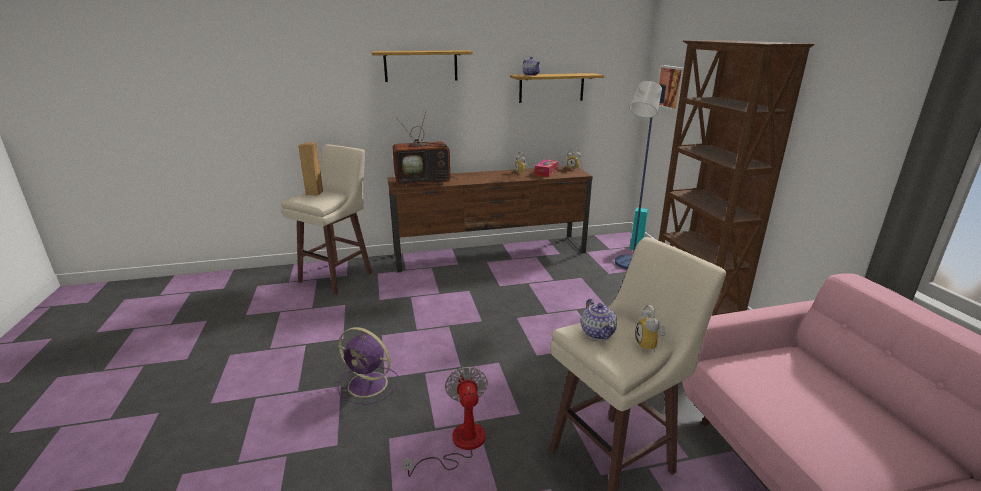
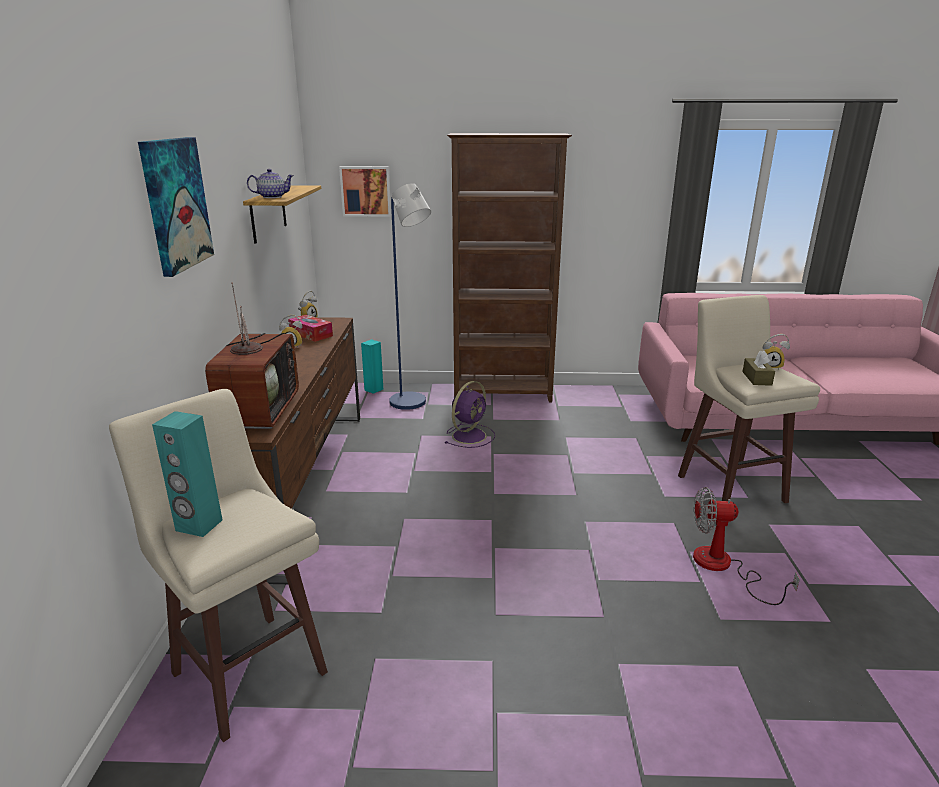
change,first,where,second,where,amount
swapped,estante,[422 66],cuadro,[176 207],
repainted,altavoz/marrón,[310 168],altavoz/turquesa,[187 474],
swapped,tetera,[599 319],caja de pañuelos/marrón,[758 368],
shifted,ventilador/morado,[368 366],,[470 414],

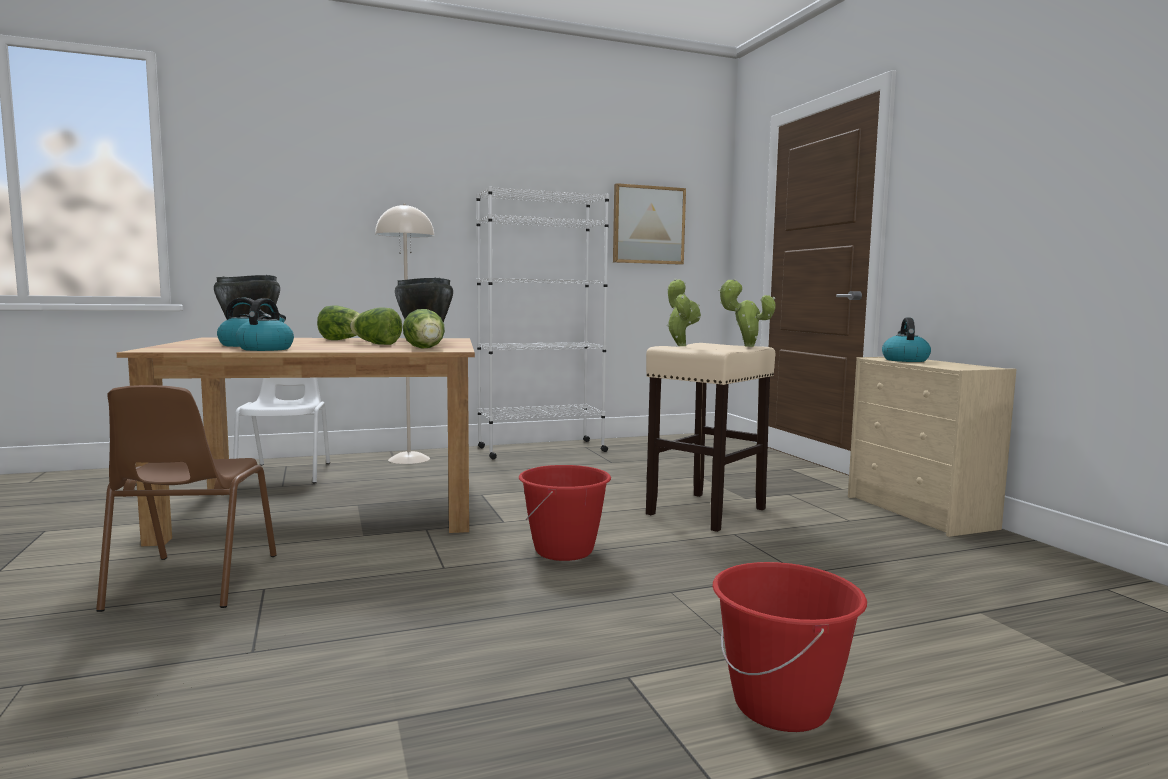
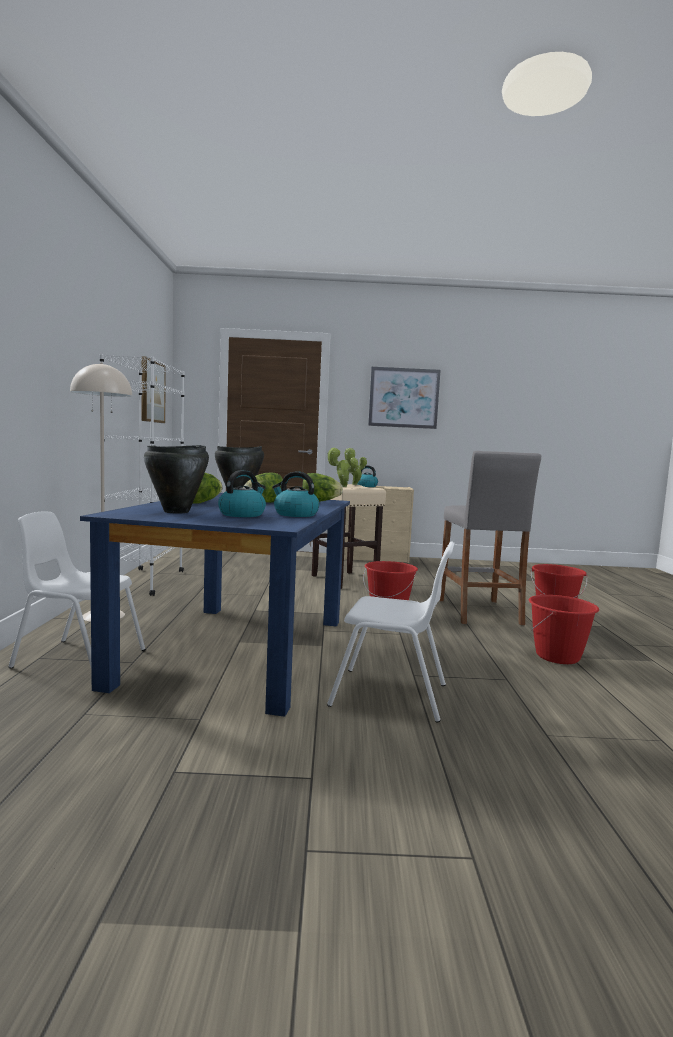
change,first,where,second,where,amount
repainted,mesa de comedor/marrón,[296 442],mesa de comedor/azul,[215 605],
repainted,silla/marrón,[186 498],silla/blanco,[390 631],
new,,,cuadro,[404 398],
new,,,taburete/gris,[490 538],
new,,,cubo/rojo,[564 629],

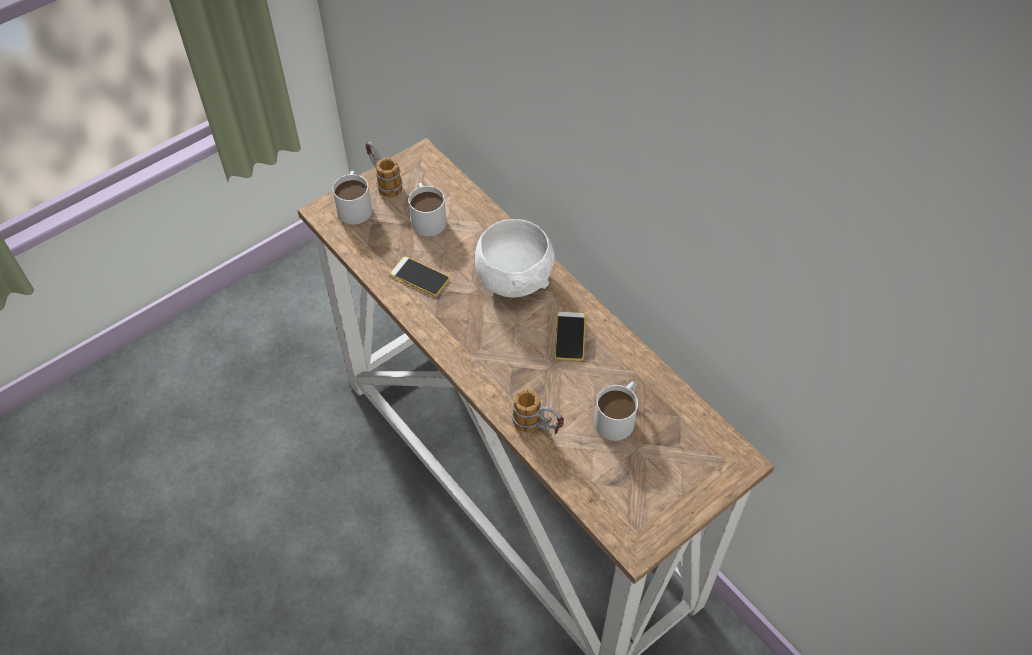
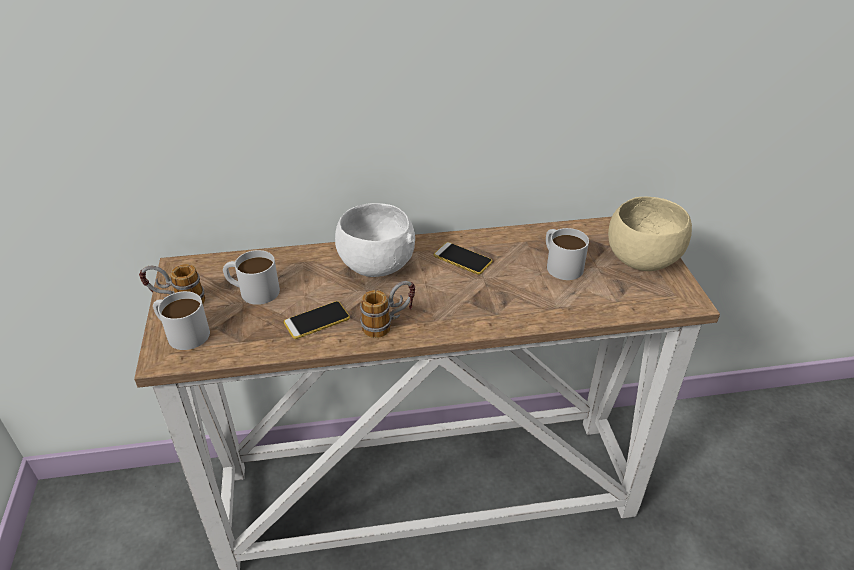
change,first,where,second,where,amount
shifted,taza grande,[538 411],,[387 309],
new,,,cuenco/beis,[650 234],

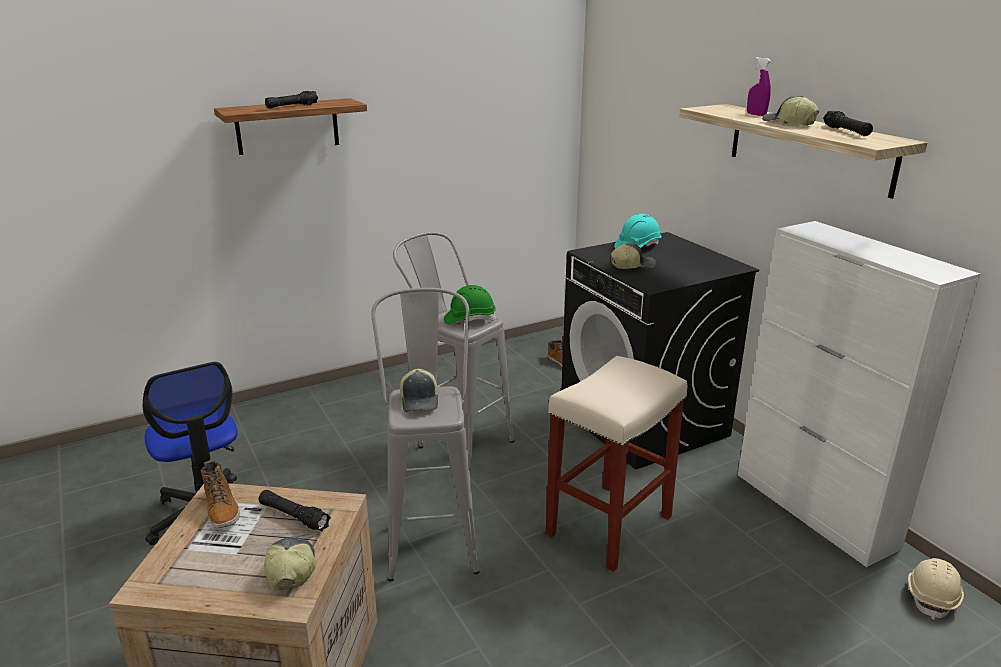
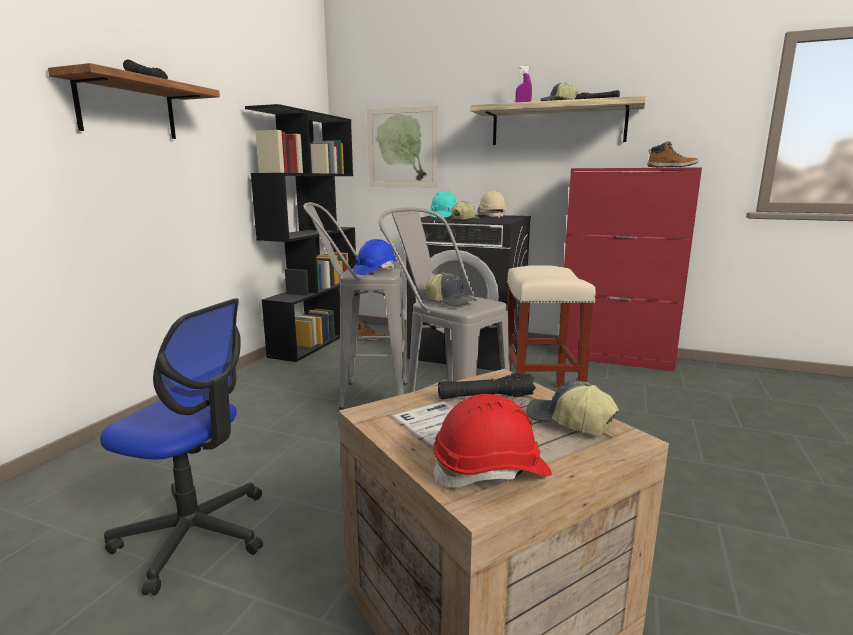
change,first,where,second,where,amount
repainted,armario/blanco,[859 394],armario/rojo,[630 269],
repainted,casco/verde,[470 304],casco/azul,[374 257],
shifted,bota,[220 494],,[673 154],
shifted,casco/beis,[936 589],,[492 204],
new,,,estantería/negro,[300 233],
new,,,cuadro,[403 146],
new,,,casco/rojo,[492 440],

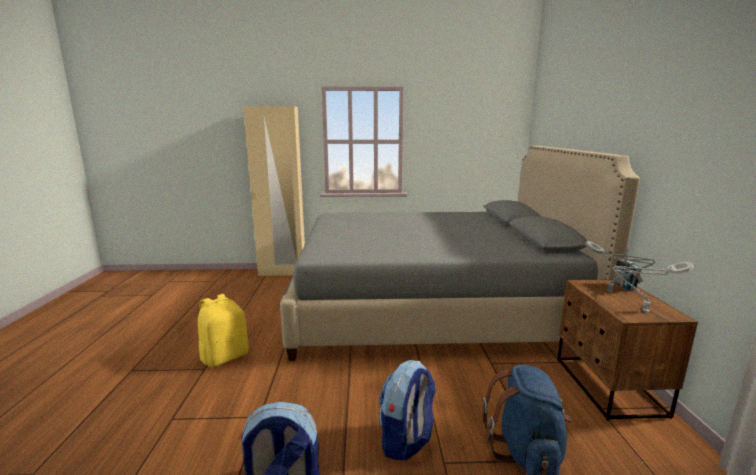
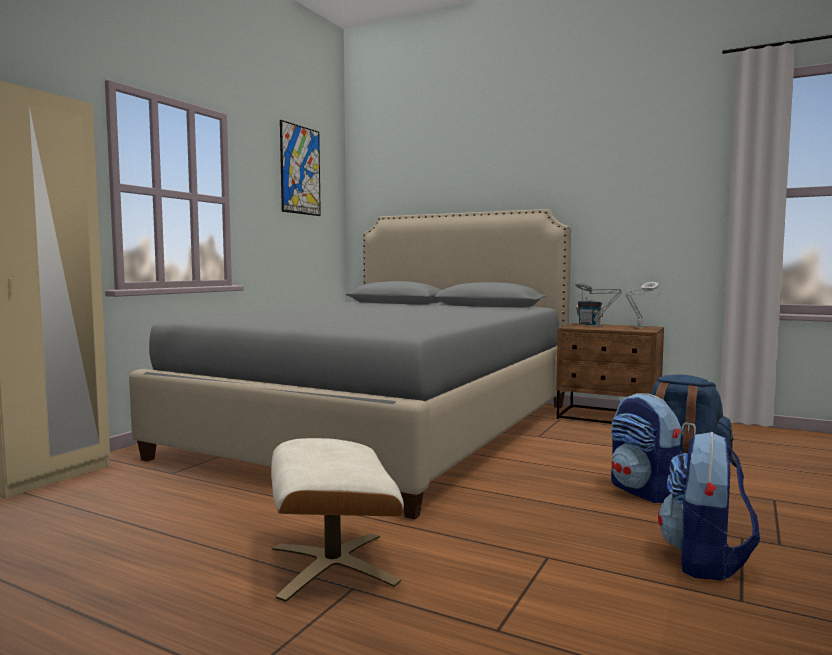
change,first,where,second,where,amount
swapped,mochila/amarillo,[223 330],puf/beis,[337 520],
new,,,cuadro,[300 168],

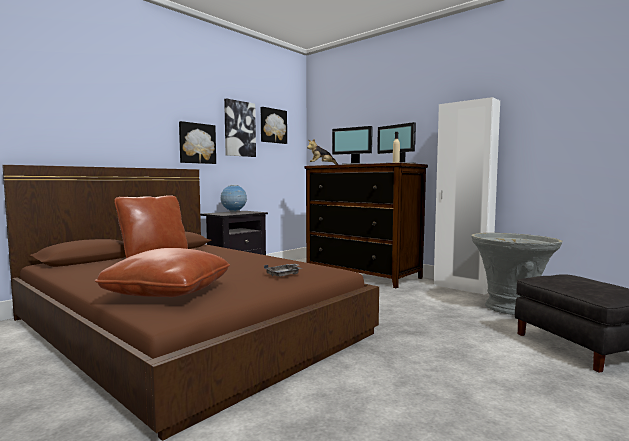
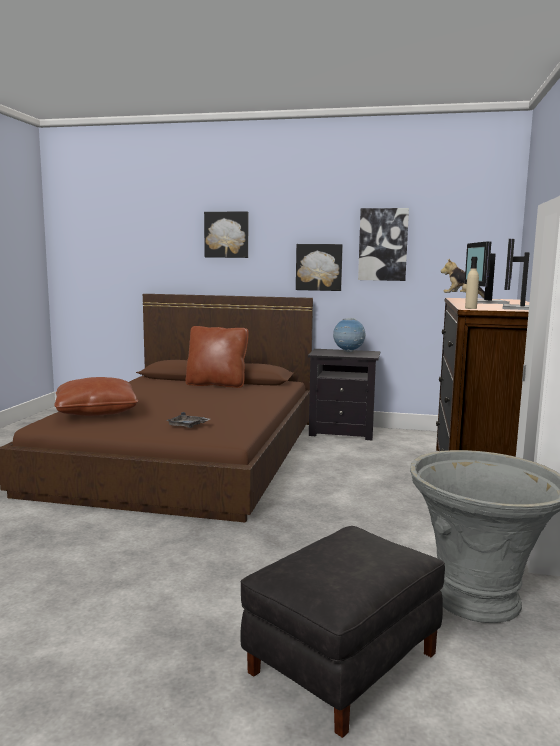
change,first,where,second,where,amount
shifted,cuadro,[274 125],,[226 235],

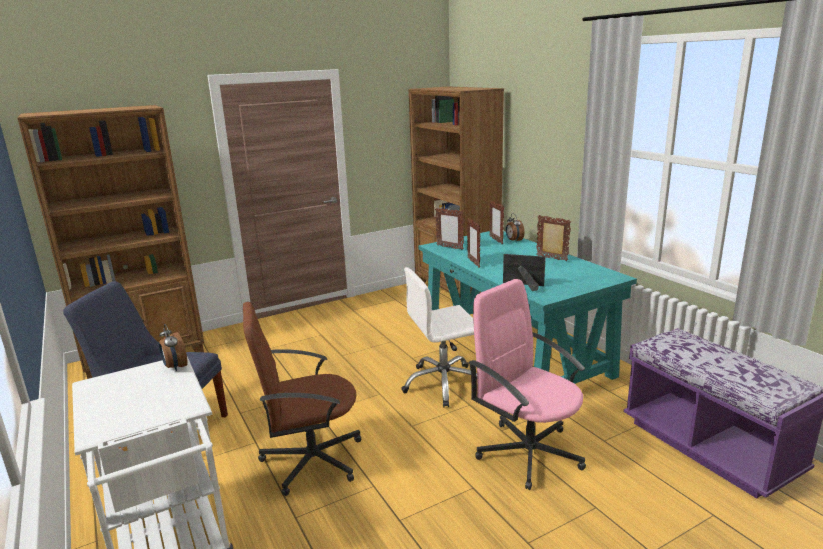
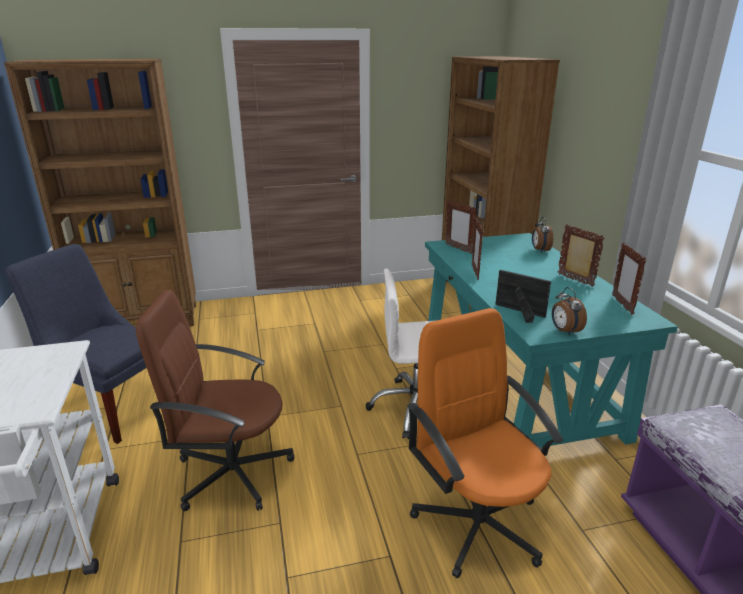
change,first,where,second,where,amount
shifted,portarretratos,[496 222],,[629 278],
repainted,silla de oficina/rosa,[527 384],silla de oficina/naranja,[485 443],
shifted,despertador,[173 347],,[569 311],

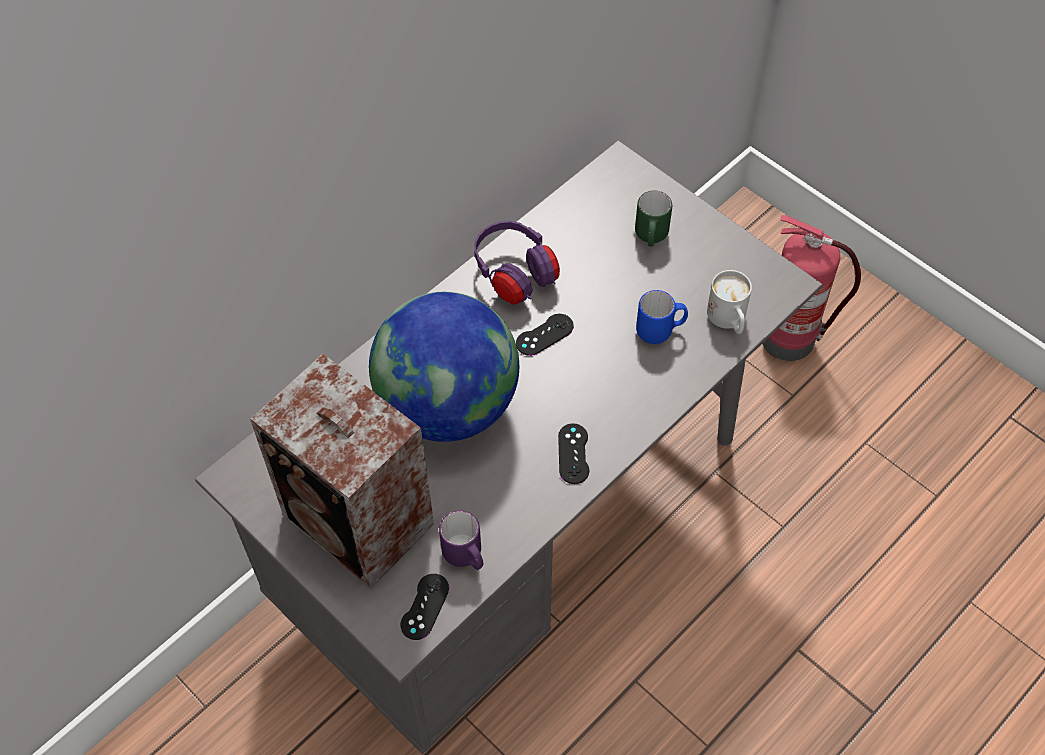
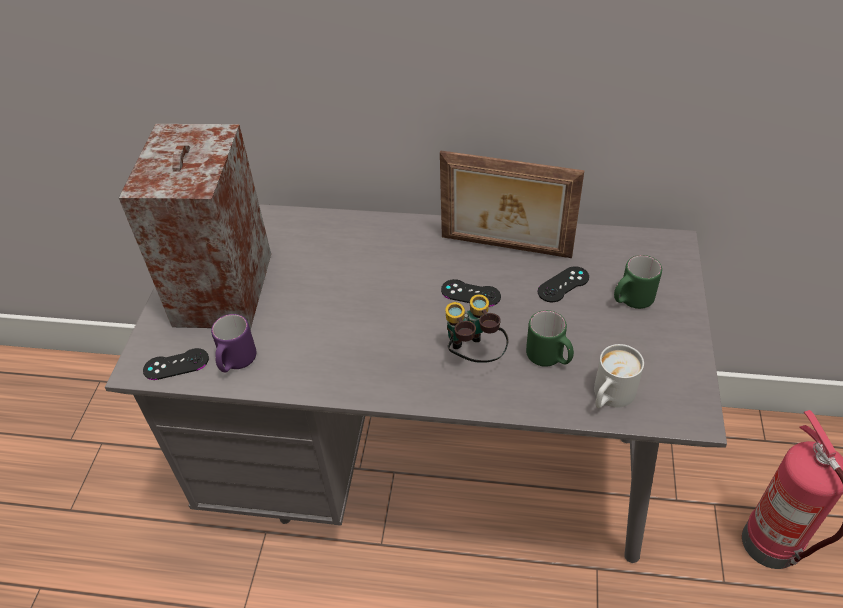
change,first,where,second,where,amount
swapped,auriculares/morado,[517 262],portarretratos,[512 204],
repainted,taza grande/azul,[662 317],taza grande/verde,[550 338],
gone,globo terráqueo,[444 367],,,
shifted,mando de consola/negro,[573 453],,[563 284],
new,,,prismáticos,[477 328],

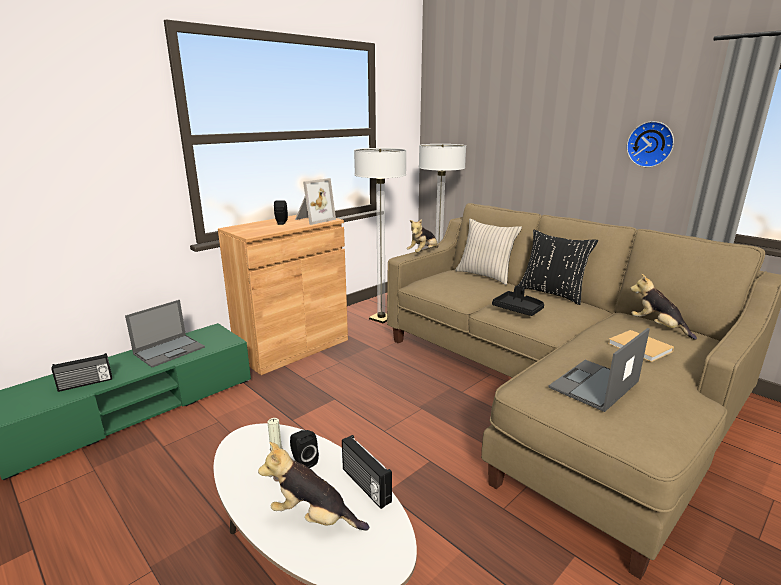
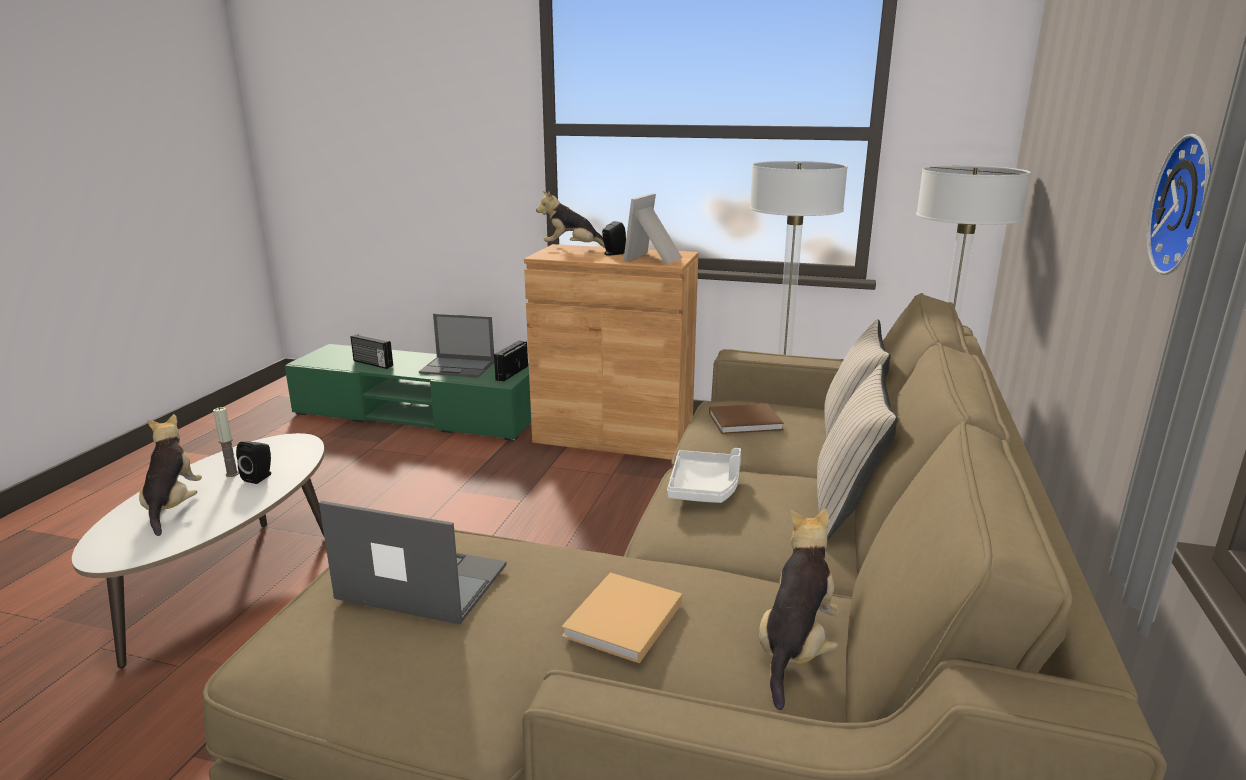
change,first,where,second,where,amount
rotated,portarretratos,[315 201],,[652 229],105 degrees clockwise
shifted,peluche,[422 236],,[570 219],
repainted,cojín/negro,[558 267],cojín/beis,[857 452],
repainted,bandeja/negro,[518 301],bandeja/blanco,[704 475],
shifted,radio,[367 472],,[511 361],
new,,,libro/marrón,[746 419],

